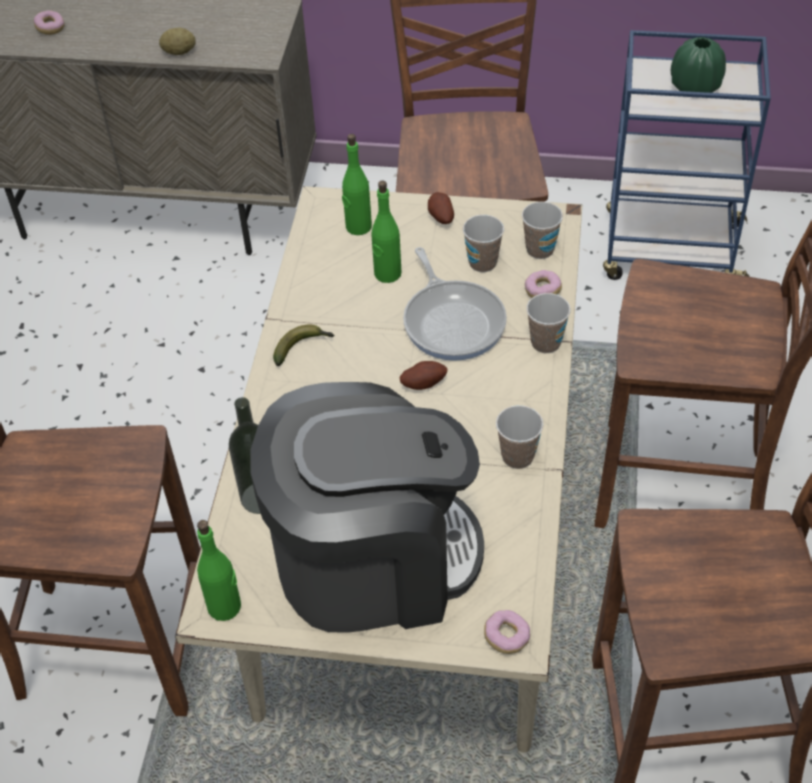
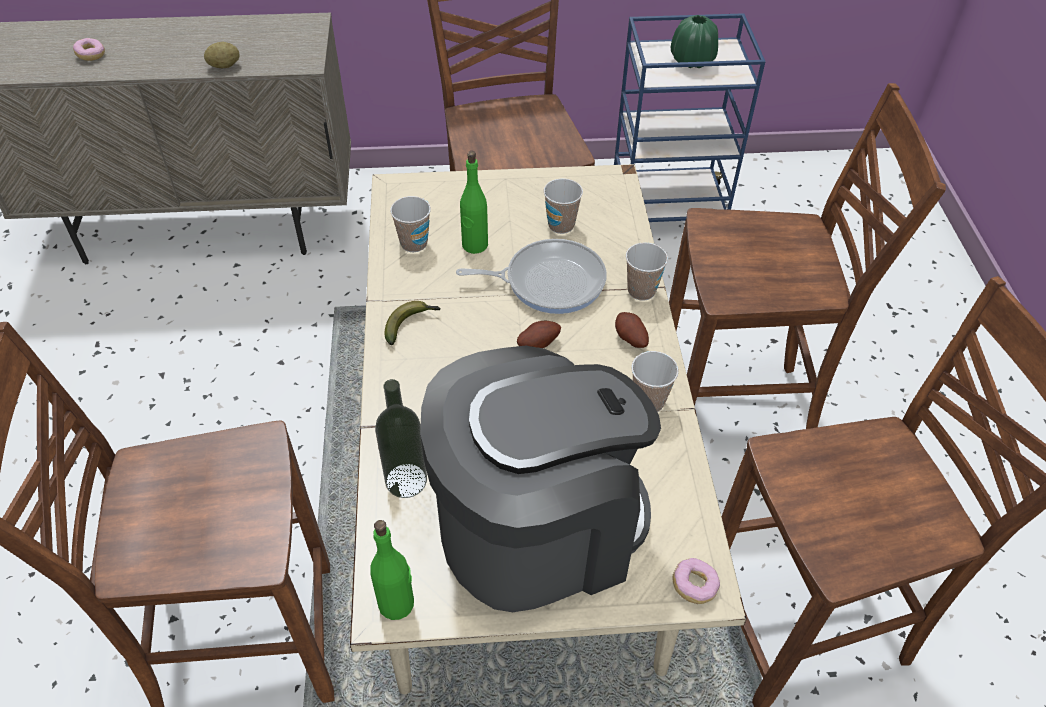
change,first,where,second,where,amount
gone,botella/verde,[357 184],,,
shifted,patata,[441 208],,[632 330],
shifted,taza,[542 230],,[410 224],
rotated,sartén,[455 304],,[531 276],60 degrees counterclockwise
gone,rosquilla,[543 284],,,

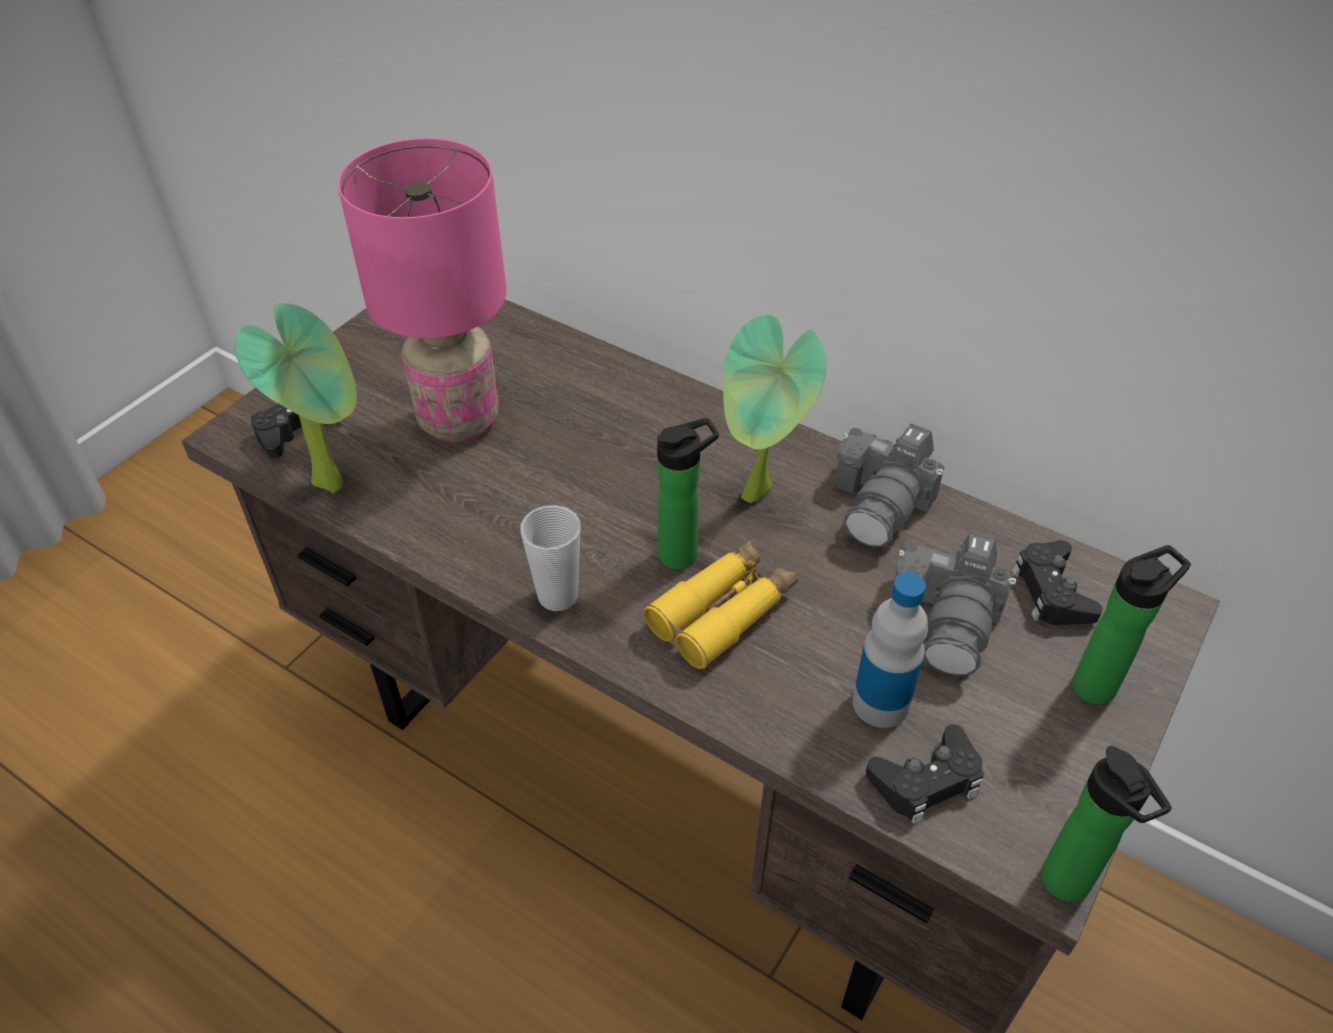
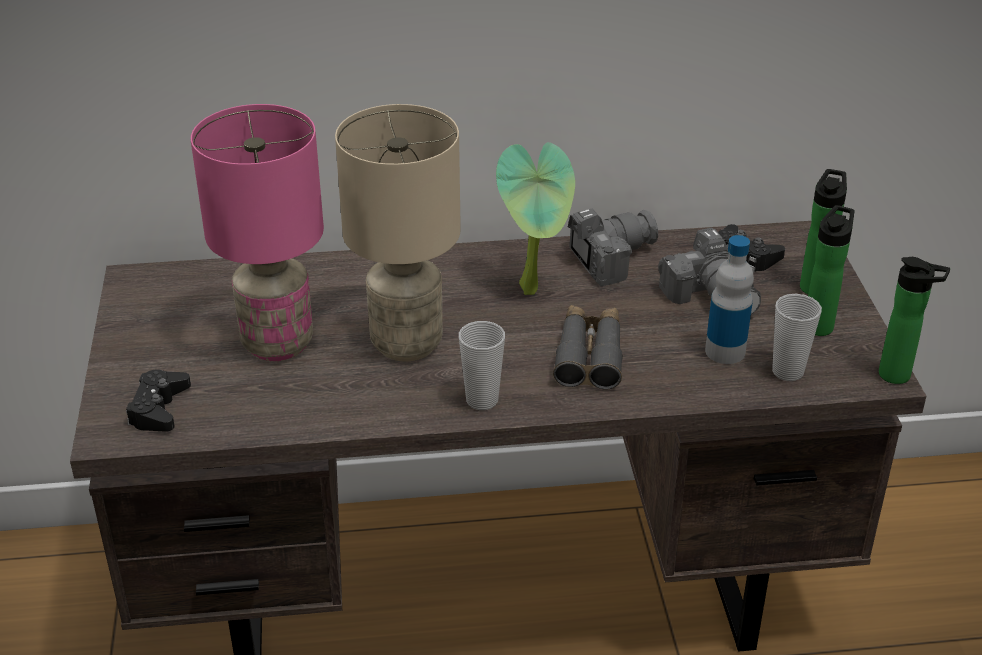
change,first,where,second,where,amount
gone,planta en maceta,[295 398],,,
shifted,botella,[688 494],,[831 270],
rotated,cámara,[890 485],,[613 248],105 degrees counterclockwise
repainted,prismáticos/amarillo,[721 604],prismáticos/gris,[588 347],
swapped,mando de consola/negro,[925 774],taza,[797 337],
new,,,lámpara de mesa/beis,[398 232],

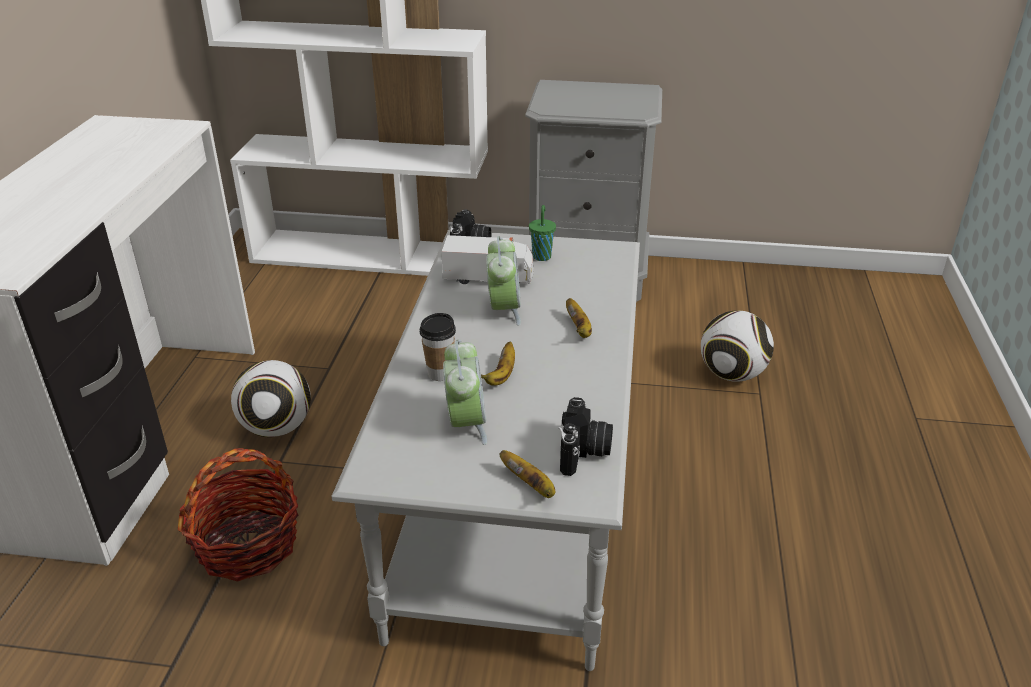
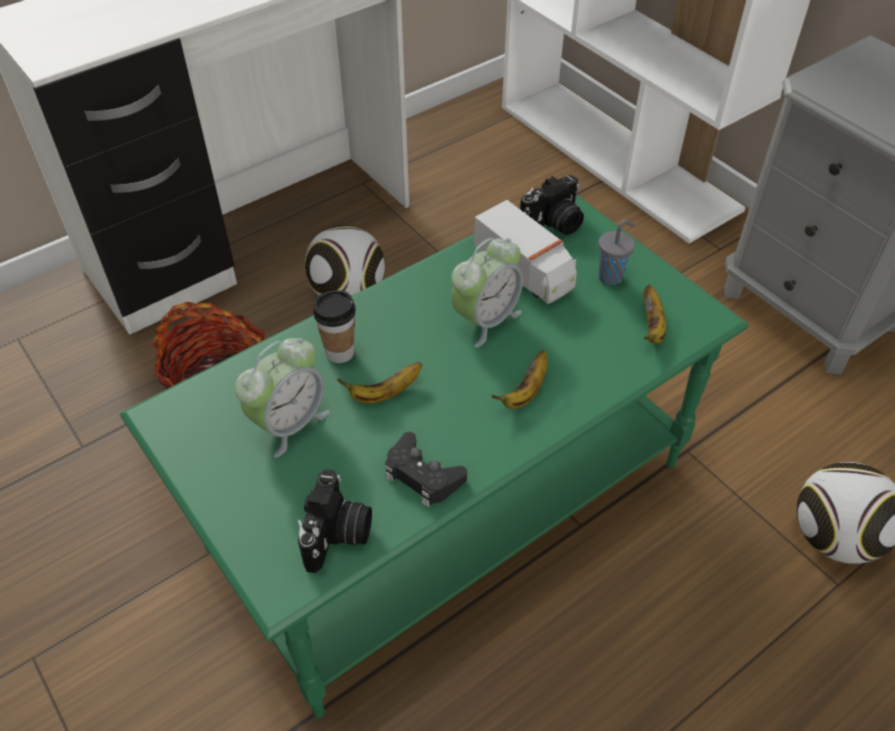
change,first,where,second,where,amount
repainted,taza/verde,[542 233],taza/gris,[616 252],
repainted,mesa de centro/gris,[485 450],mesa de centro/verde,[434 456],
rotated,cámara,[586 436],,[335 521],45 degrees counterclockwise
shifted,plátano,[527 474],,[654 314],
new,,,mando de consola/negro,[426 469],

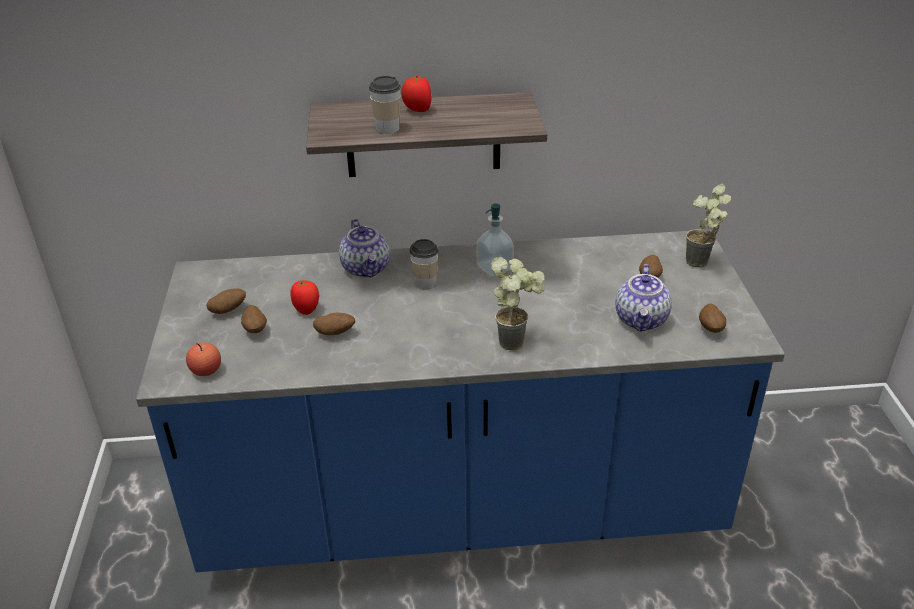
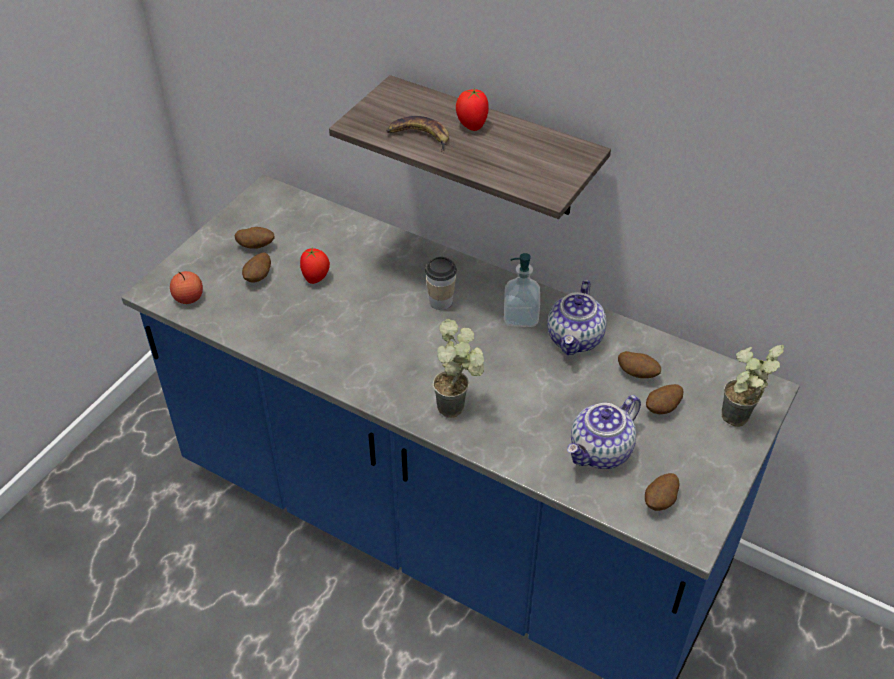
change,first,where,second,where,amount
swapped,taza,[385 105],plátano,[417 134],
shifted,tetera,[364 248],,[577 317],
shifted,patata,[334 324],,[639 364],

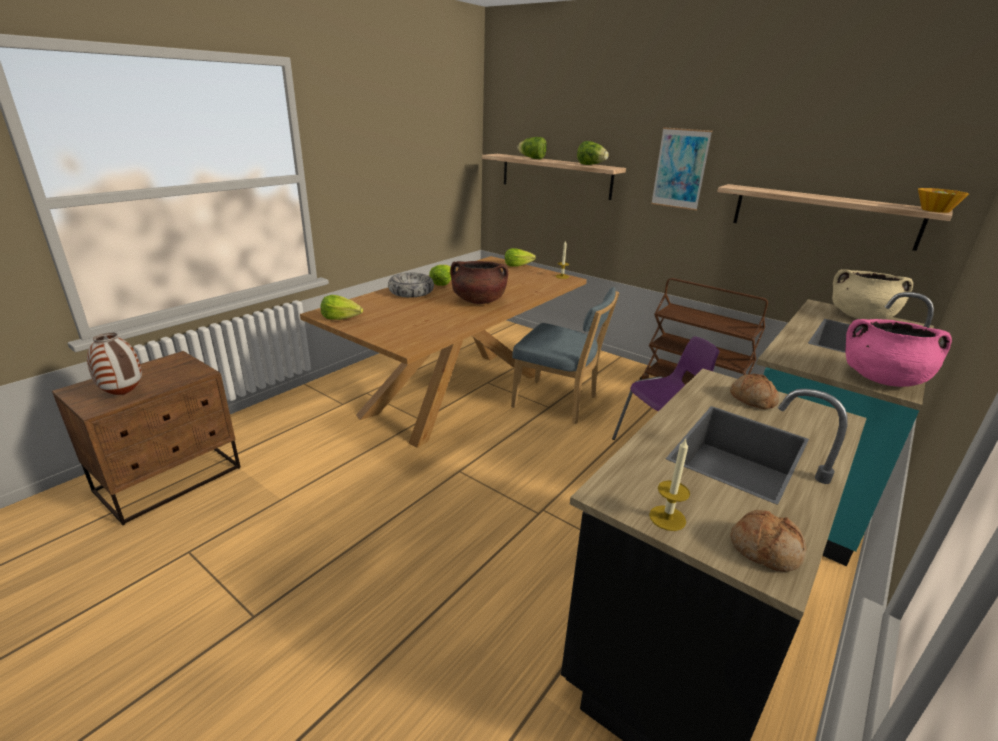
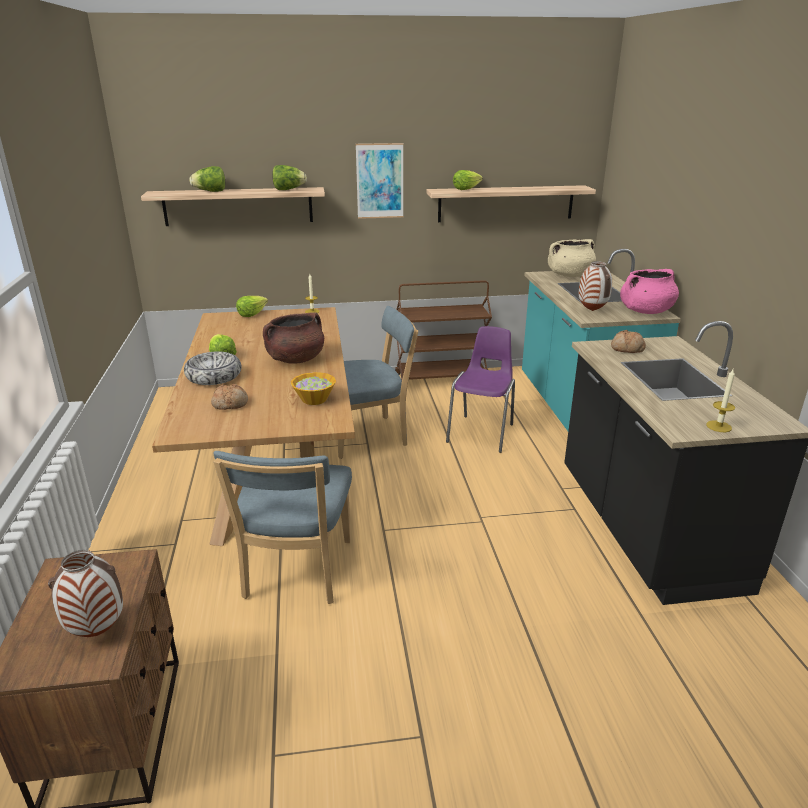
change,first,where,second,where,amount
shifted,cuenco,[943 200],,[313 388],
shifted,lechuga,[342 307],,[468 180],
shifted,pan,[768 540],,[229 397],
new,,,florero,[595 286],
new,,,silla/azul,[283 527],

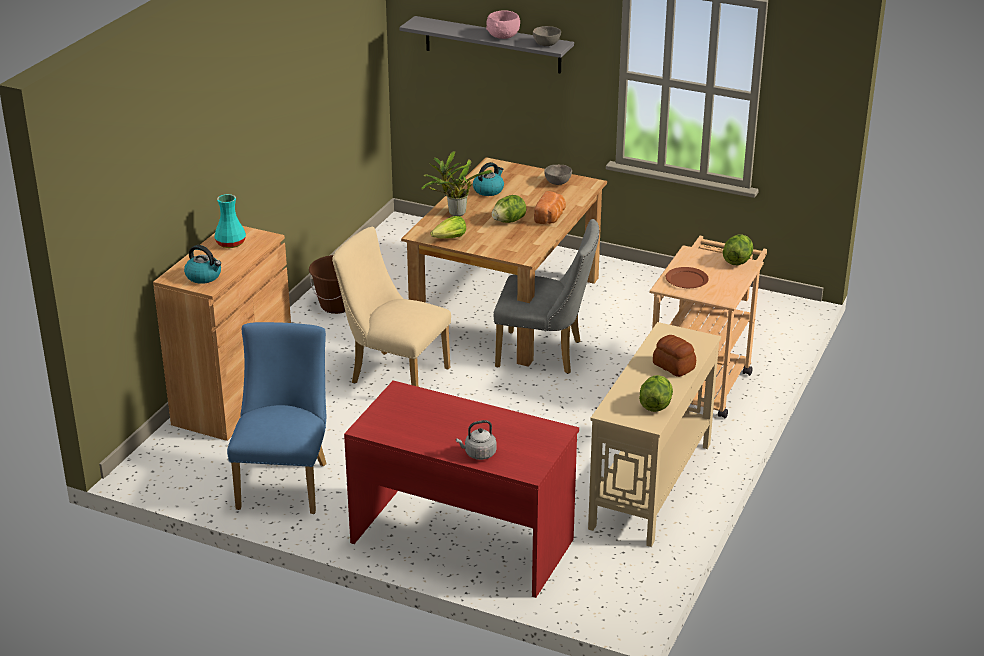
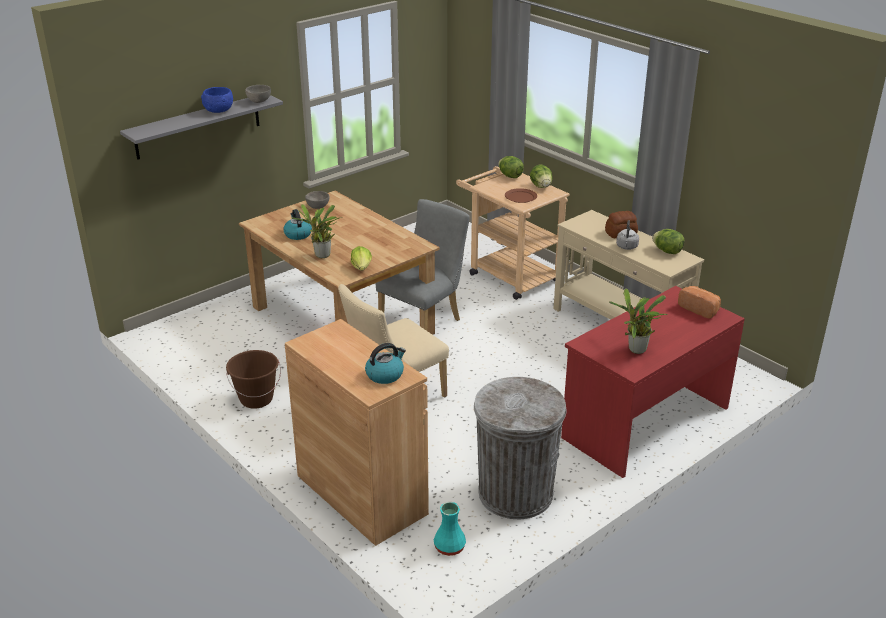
change,first,where,second,where,amount
repainted,cuenco/rosa,[503 24],cuenco/azul,[217 100],
shifted,pan,[550 207],,[699 302],
shifted,florero/turquesa,[230 221],,[450 529],
shifted,lechuga,[509 209],,[541 176],
swapped,silla/azul,[277 418],papelera/gris,[520 448],
shifted,hervidor/gris,[476 440],,[627 235],
new,,,planta en maceta,[638 321],

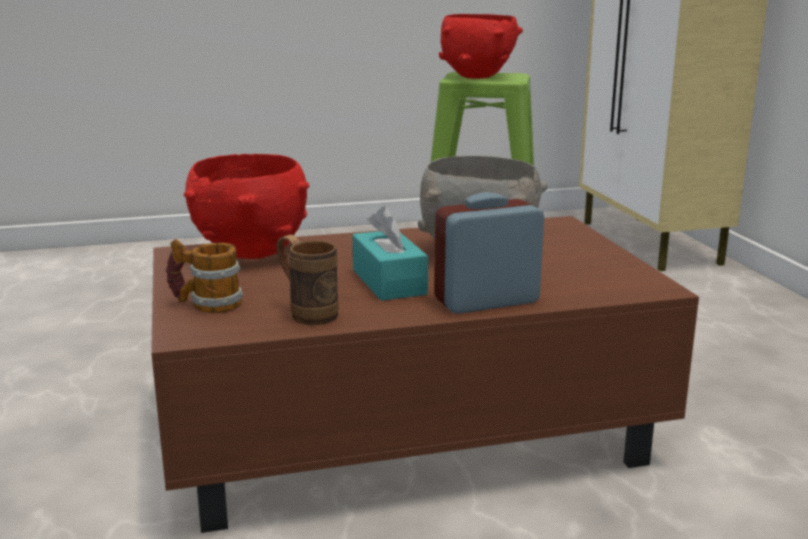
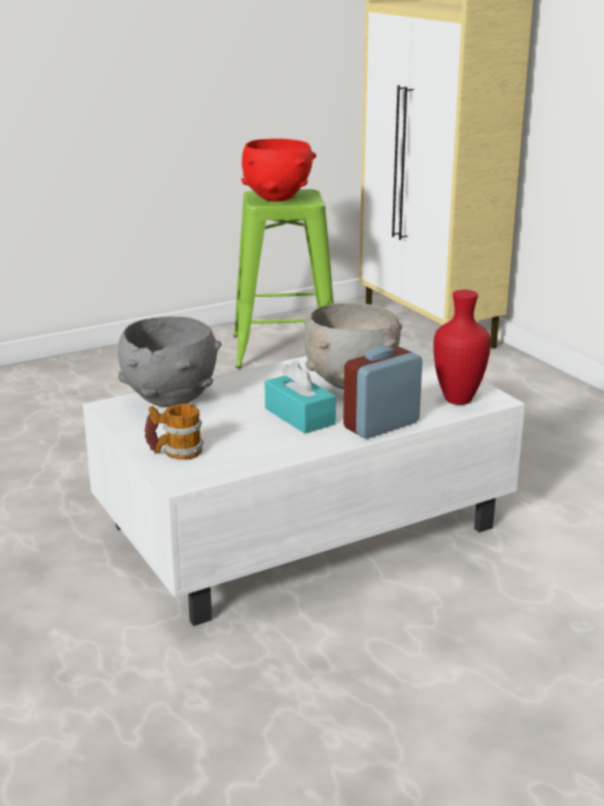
change,first,where,second,where,amount
repainted,cuenco/rojo,[246 206],cuenco/gris,[170 361],
repainted,mesa de centro/marrón,[425 374],mesa de centro/blanco,[304 481],
gone,taza grande/marrón,[307 280],,,
new,,,florero/rojo,[462 347],

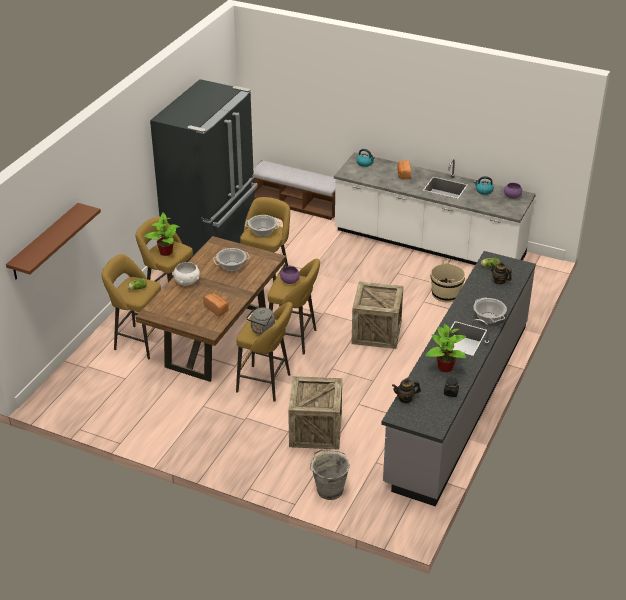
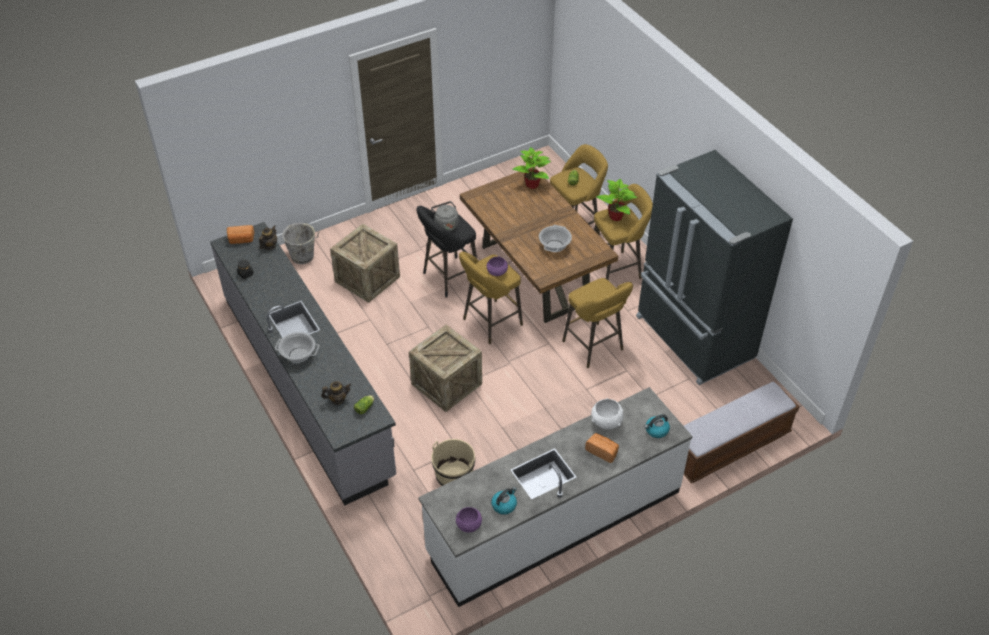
change,first,where,second,where,amount
gone,estante/marrón,[53 241],,,
gone,olla,[262 226],,,
shifted,cuenco/blanco,[186 274],,[607 414],
shifted,pan,[216 304],,[241 234],
repainted,taburete/amarillo,[264 352],taburete/negro,[446 251],
shifted,planta en maceta,[446 348],,[531 168],

